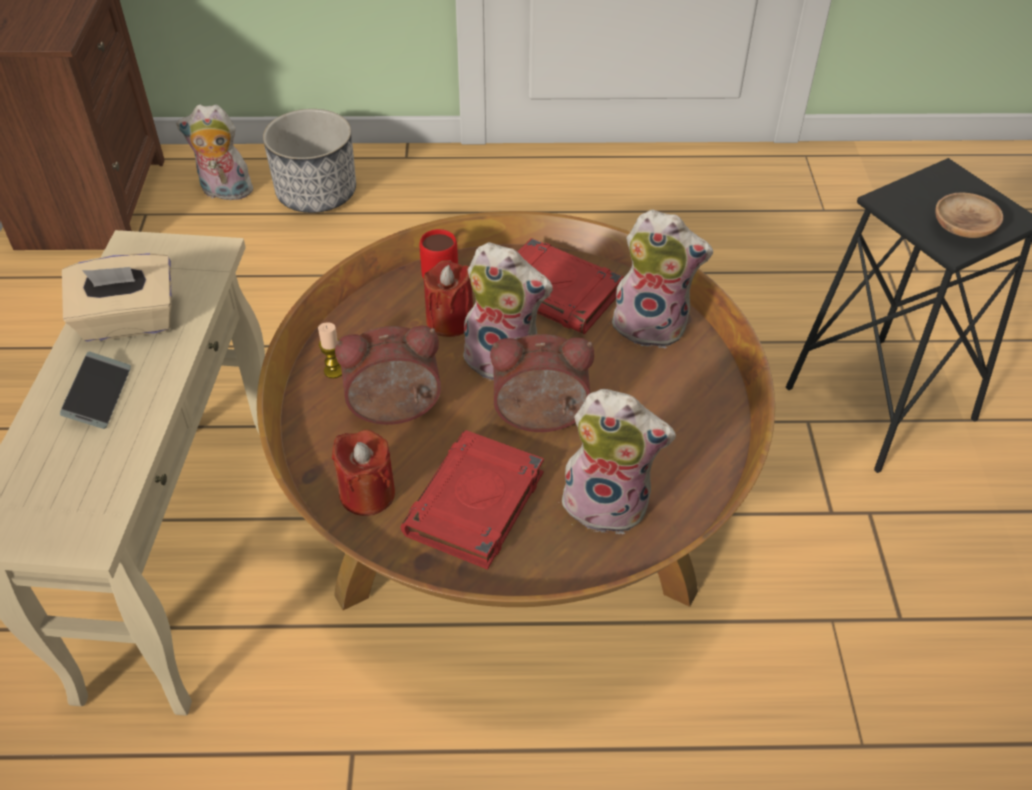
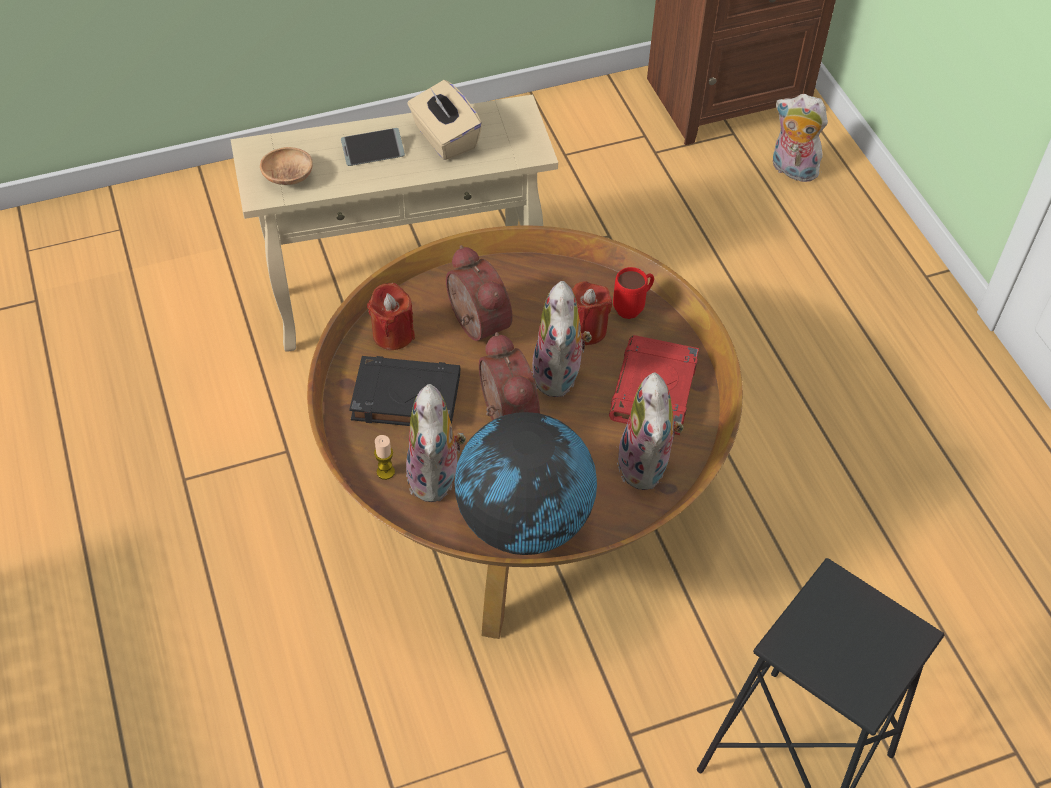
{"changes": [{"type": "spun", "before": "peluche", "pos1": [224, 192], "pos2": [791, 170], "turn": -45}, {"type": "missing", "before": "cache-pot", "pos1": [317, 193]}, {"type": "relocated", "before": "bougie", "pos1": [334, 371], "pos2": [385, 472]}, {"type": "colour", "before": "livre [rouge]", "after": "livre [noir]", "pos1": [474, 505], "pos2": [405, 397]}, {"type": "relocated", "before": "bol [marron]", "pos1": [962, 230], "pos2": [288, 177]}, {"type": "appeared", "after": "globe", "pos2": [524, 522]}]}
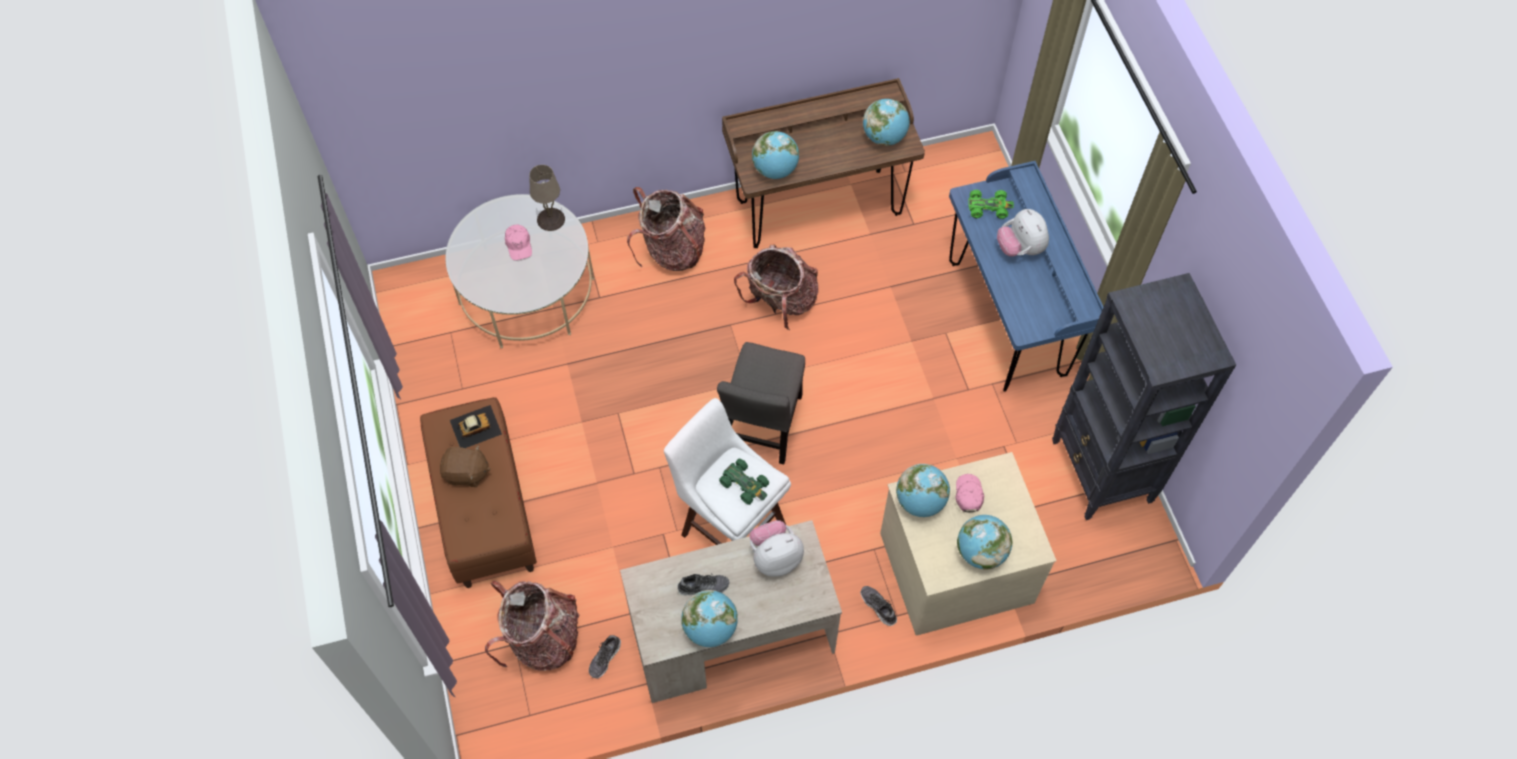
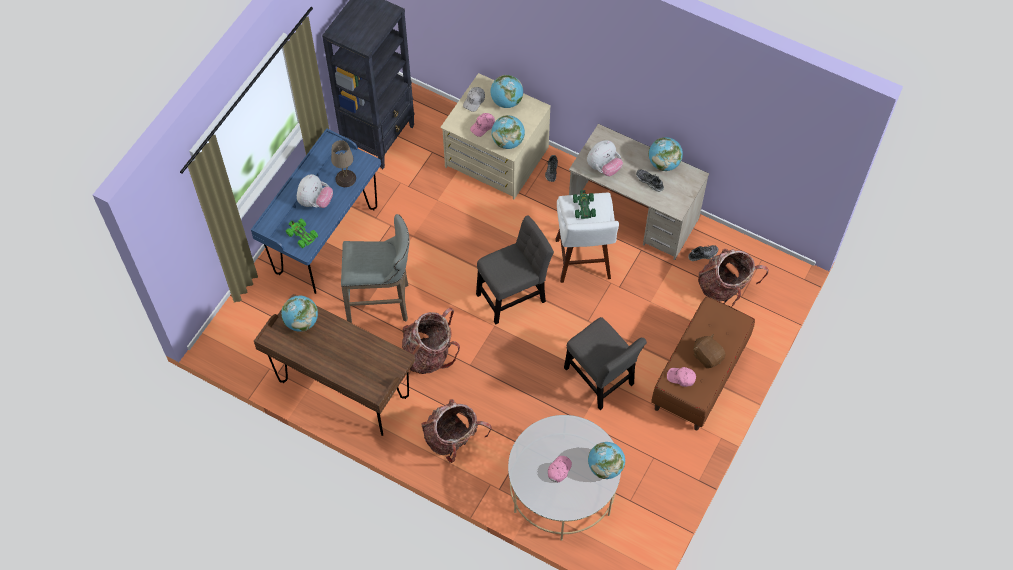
{"changes": [{"type": "exchanged", "before": "petite voiture", "after": "casquette [rose]", "pos1": [475, 427], "pos2": [681, 378]}, {"type": "relocated", "before": "lampe de table [beige]", "pos1": [551, 219], "pos2": [345, 178]}, {"type": "spun", "before": "peluche", "pos1": [775, 557], "pos2": [603, 167], "turn": -60}, {"type": "relocated", "before": "globe", "pos1": [775, 170], "pos2": [605, 467]}, {"type": "appeared", "after": "tabouret [gris]", "pos2": [382, 302]}, {"type": "appeared", "after": "casquette [blanc]", "pos2": [474, 101]}, {"type": "appeared", "after": "chaise [gris]", "pos2": [600, 379]}]}
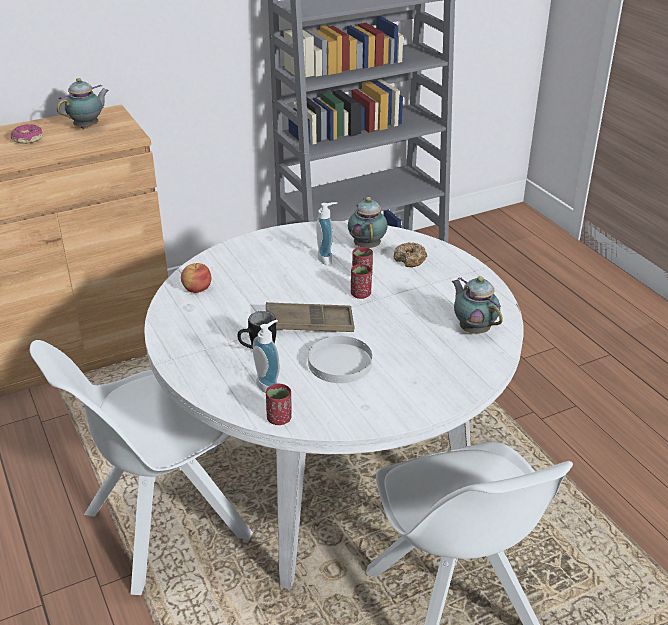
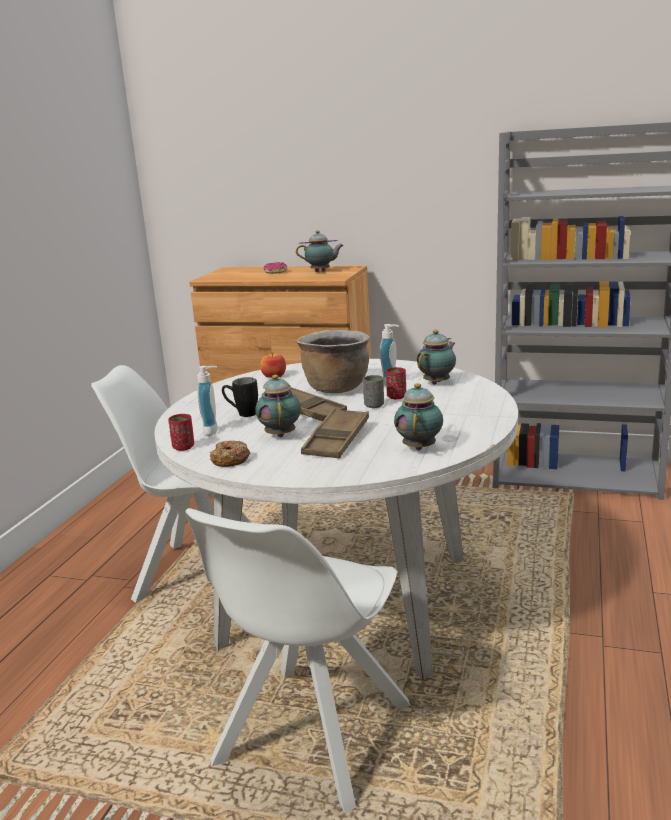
{"changes": [{"type": "exchanged", "before": "assiette [blanc]", "after": "théière", "pos1": [340, 363], "pos2": [280, 434]}, {"type": "colour", "before": "tasse [rouge]", "after": "tasse [gris]", "pos1": [360, 294], "pos2": [374, 405]}, {"type": "relocated", "before": "beignet", "pos1": [410, 259], "pos2": [230, 460]}, {"type": "appeared", "after": "marmite [marron]", "pos2": [336, 388]}, {"type": "appeared", "after": "plateau [marron]", "pos2": [336, 440]}]}
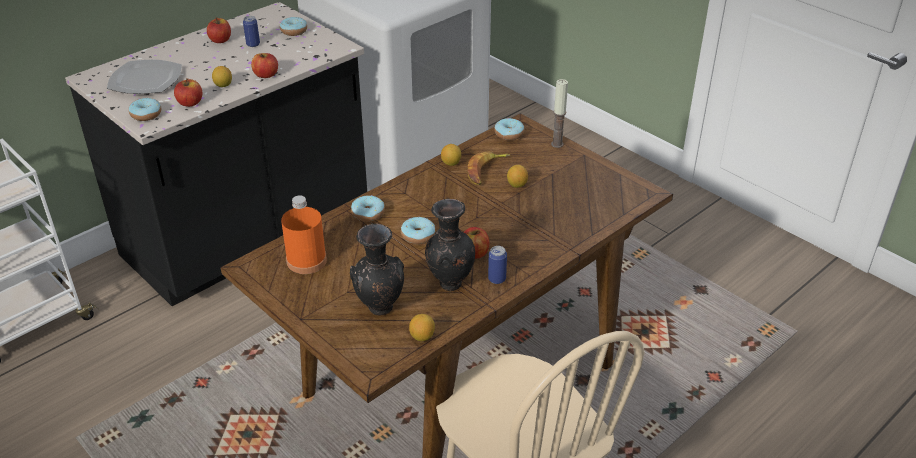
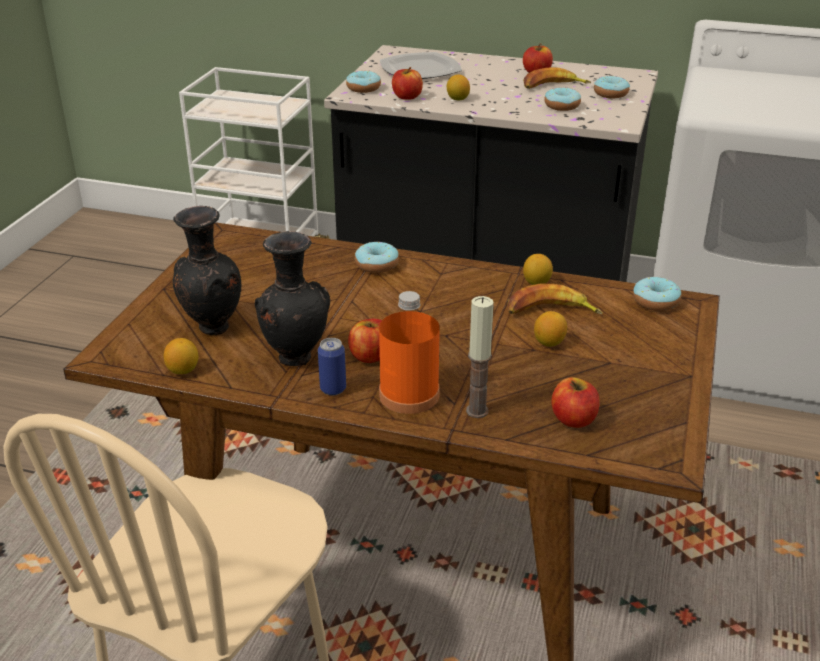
{"changes": [{"type": "exchanged", "before": "boîte métallique", "after": "banane", "pos1": [253, 44], "pos2": [553, 86]}, {"type": "relocated", "before": "pomme", "pos1": [266, 75], "pos2": [573, 419]}, {"type": "relocated", "before": "bouteille [orange]", "pos1": [306, 261], "pos2": [409, 395]}, {"type": "relocated", "before": "beignet", "pos1": [418, 236], "pos2": [562, 106]}, {"type": "relocated", "before": "bougie", "pos1": [557, 144], "pos2": [477, 411]}]}
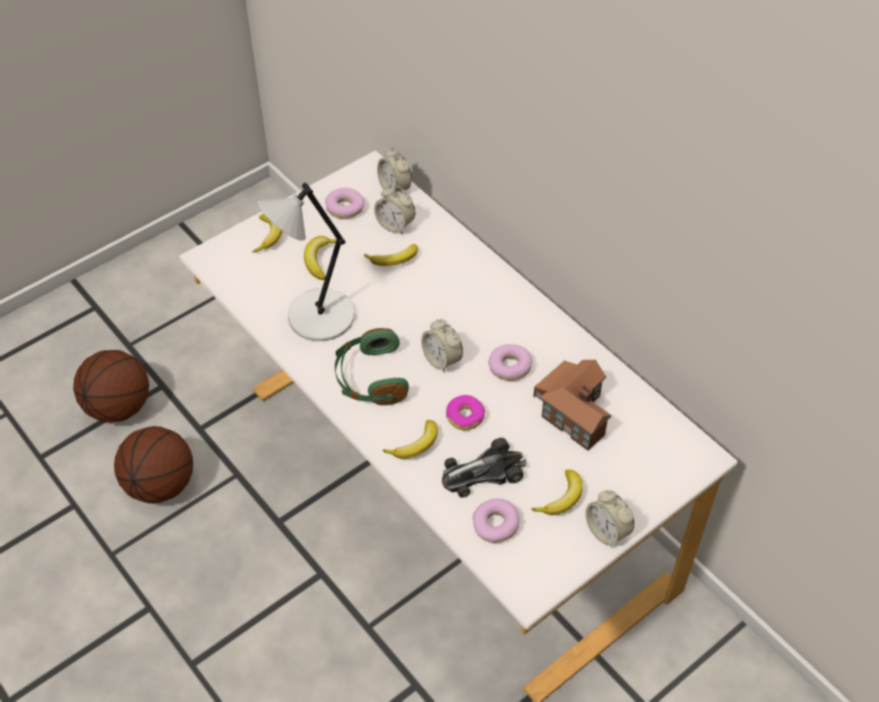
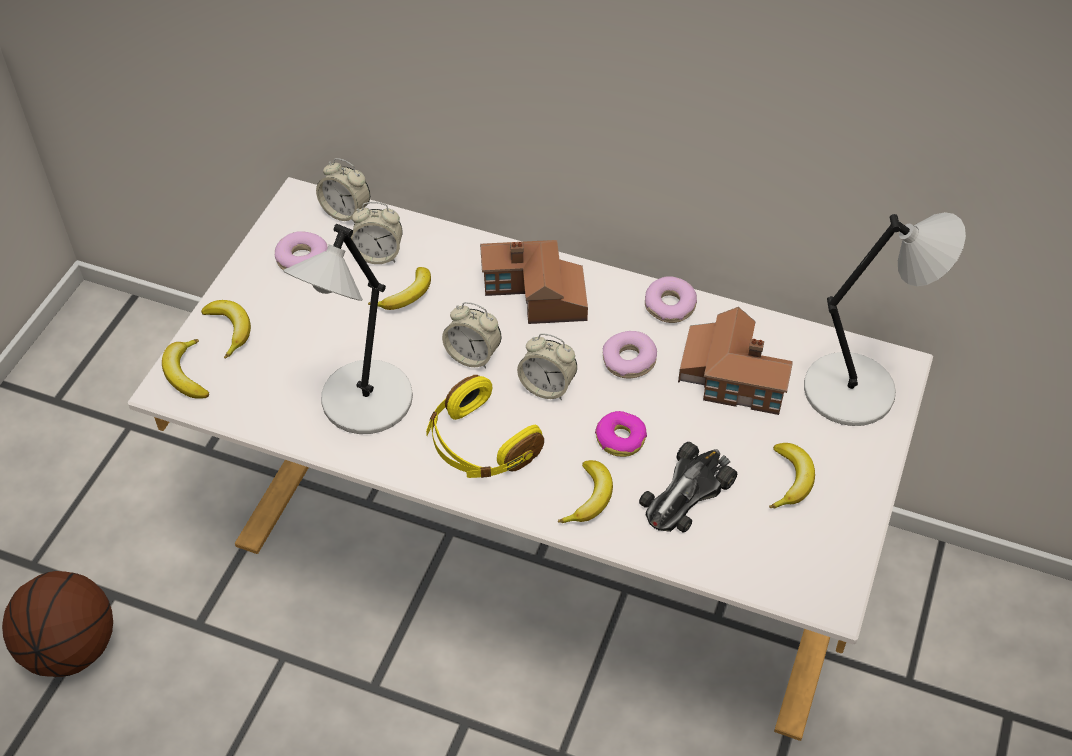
{"changes": [{"type": "missing", "before": "ballon de basket", "pos1": [160, 484]}, {"type": "relocated", "before": "banane", "pos1": [319, 260], "pos2": [186, 374]}, {"type": "colour", "before": "casque audio [vert]", "after": "casque audio [jaune]", "pos1": [370, 378], "pos2": [480, 445]}, {"type": "relocated", "before": "beignet", "pos1": [495, 525], "pos2": [669, 306]}, {"type": "relocated", "before": "réveil", "pos1": [607, 531], "pos2": [473, 355]}, {"type": "appeared", "after": "maison miniature", "pos2": [535, 295]}, {"type": "appeared", "after": "lampe de table [gris]", "pos2": [855, 390]}]}
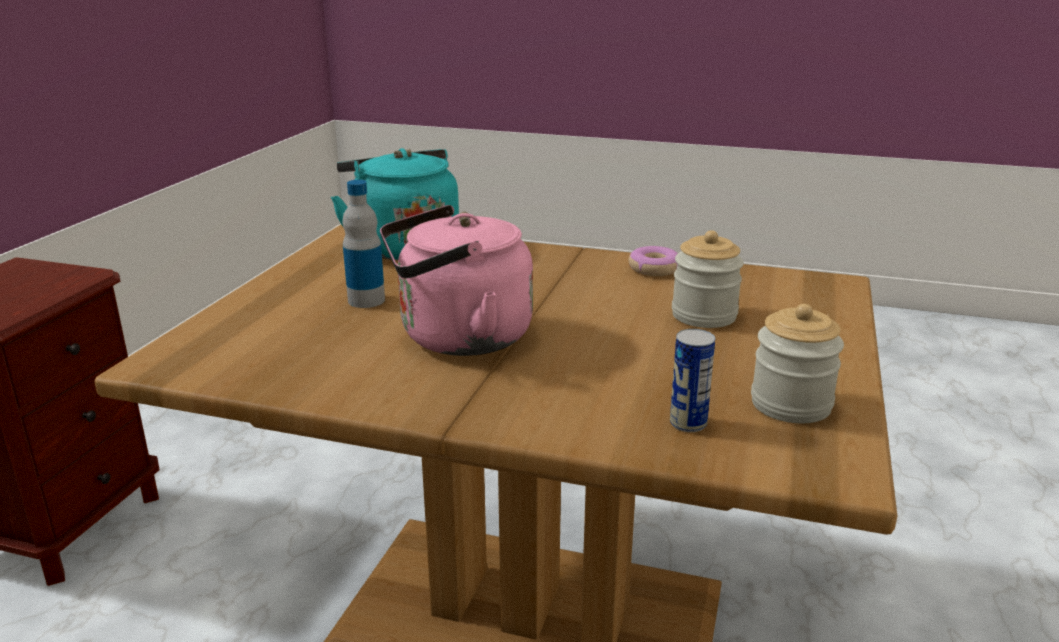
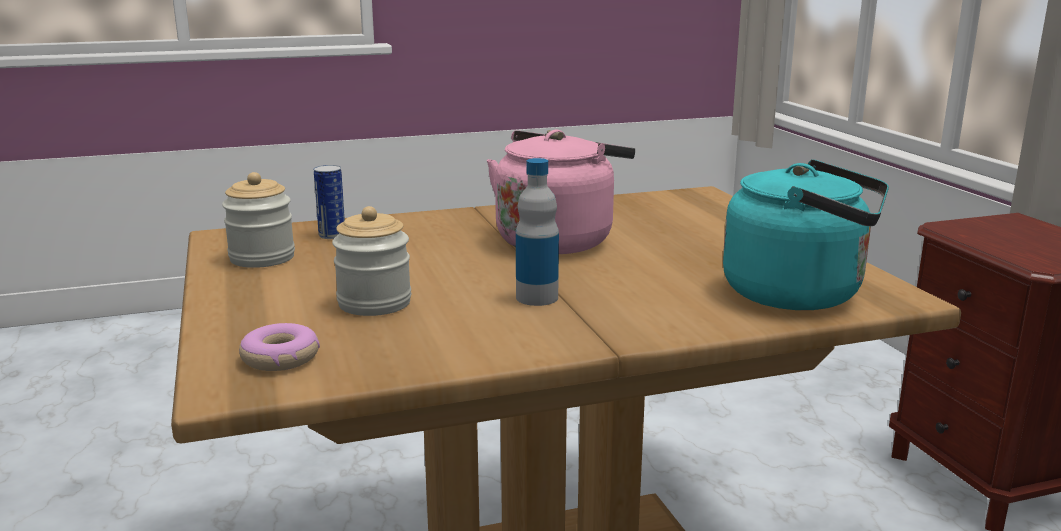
{"changes": [{"type": "relocated", "before": "bouteille", "pos1": [366, 300], "pos2": [537, 297]}, {"type": "relocated", "before": "beignet", "pos1": [654, 269], "pos2": [280, 358]}]}
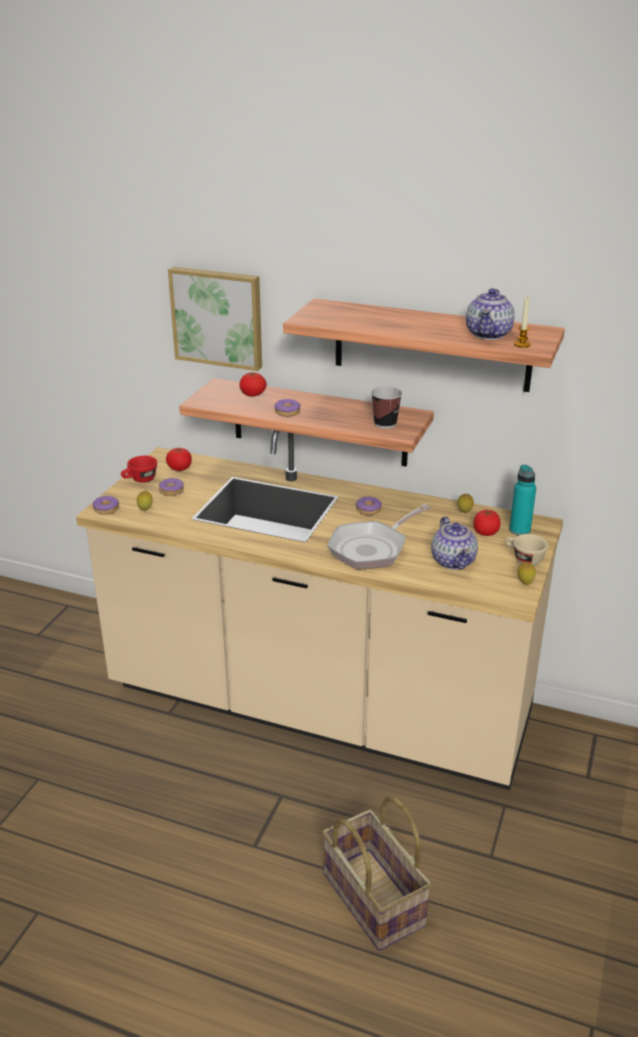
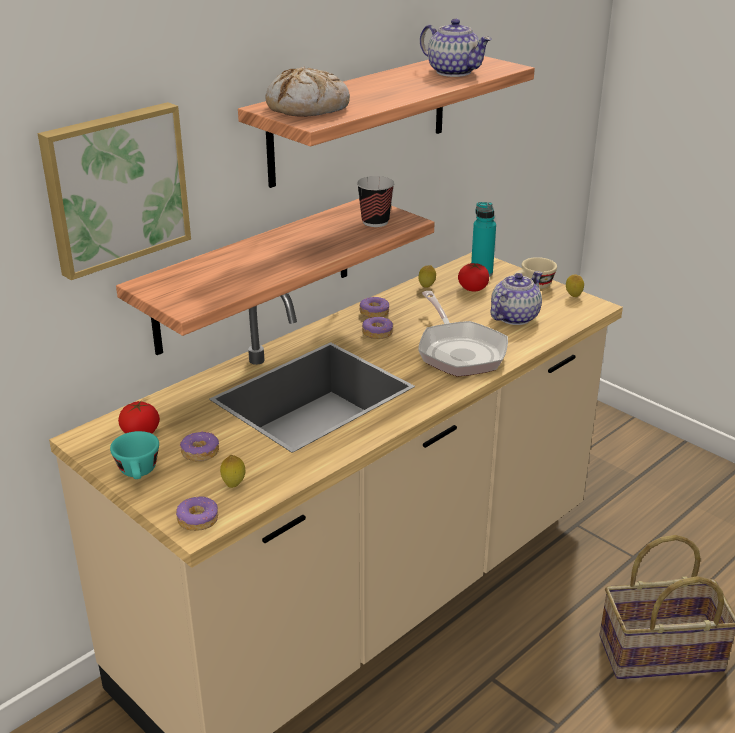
{"changes": [{"type": "colour", "before": "tasse [rouge]", "after": "tasse [turquoise]", "pos1": [140, 480], "pos2": [139, 473]}, {"type": "missing", "before": "tomate", "pos1": [253, 394]}, {"type": "relocated", "before": "beignet", "pos1": [287, 412], "pos2": [374, 312]}, {"type": "spun", "before": "théière", "pos1": [453, 561], "pos2": [514, 317], "turn": -60}, {"type": "missing", "before": "bougie", "pos1": [521, 344]}, {"type": "appeared", "after": "pain", "pos2": [308, 108]}]}
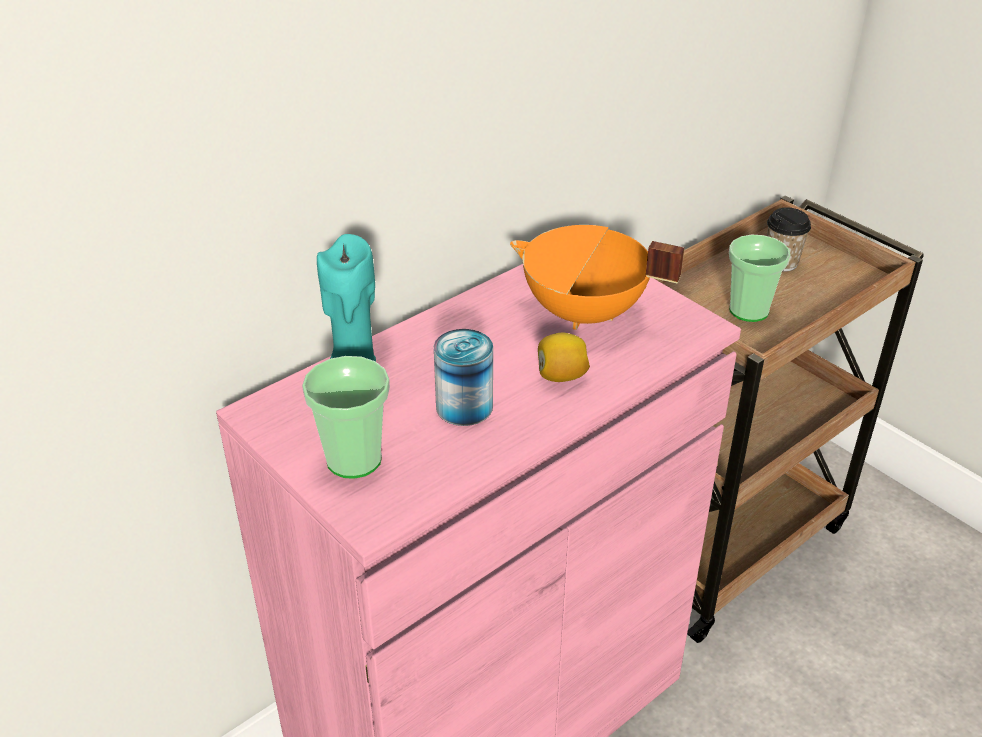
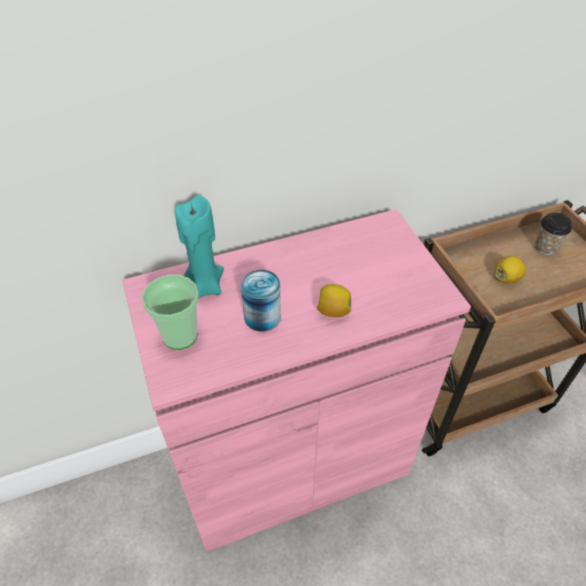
{"changes": [{"type": "missing", "before": "marmite [orange]", "pos1": [584, 314]}, {"type": "exchanged", "before": "tasse", "after": "citron", "pos1": [749, 310], "pos2": [506, 278]}]}
